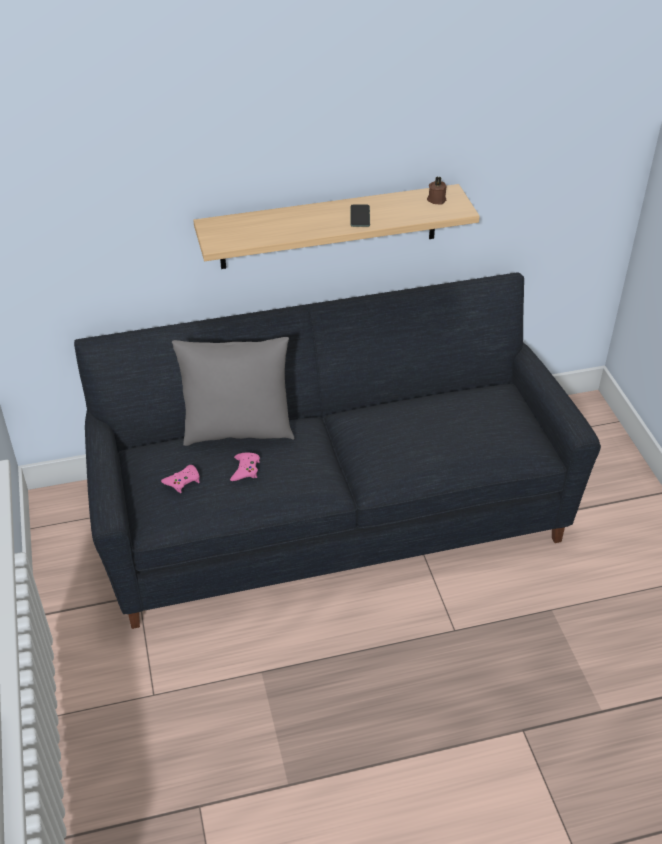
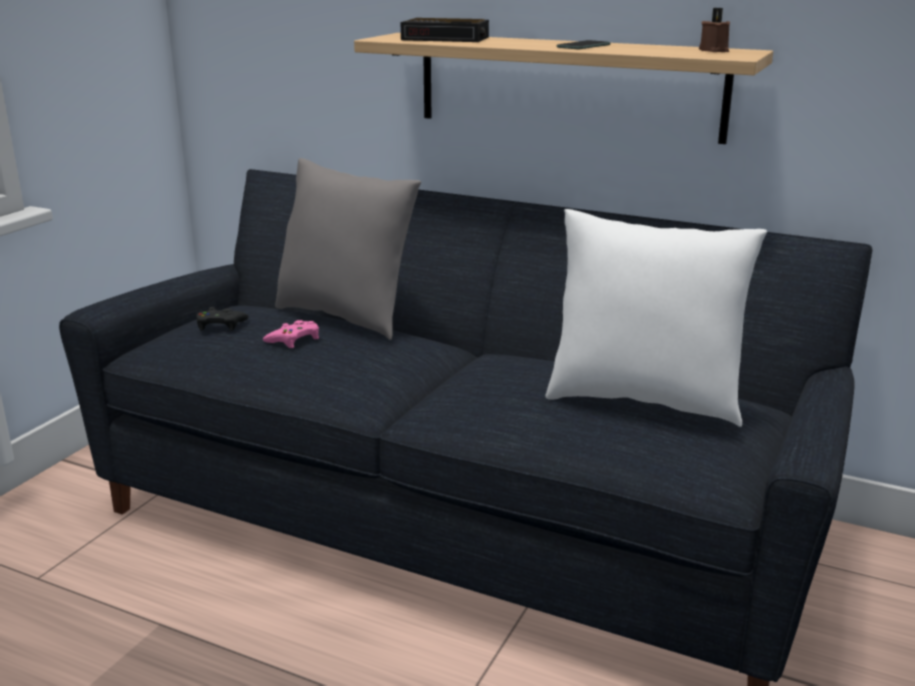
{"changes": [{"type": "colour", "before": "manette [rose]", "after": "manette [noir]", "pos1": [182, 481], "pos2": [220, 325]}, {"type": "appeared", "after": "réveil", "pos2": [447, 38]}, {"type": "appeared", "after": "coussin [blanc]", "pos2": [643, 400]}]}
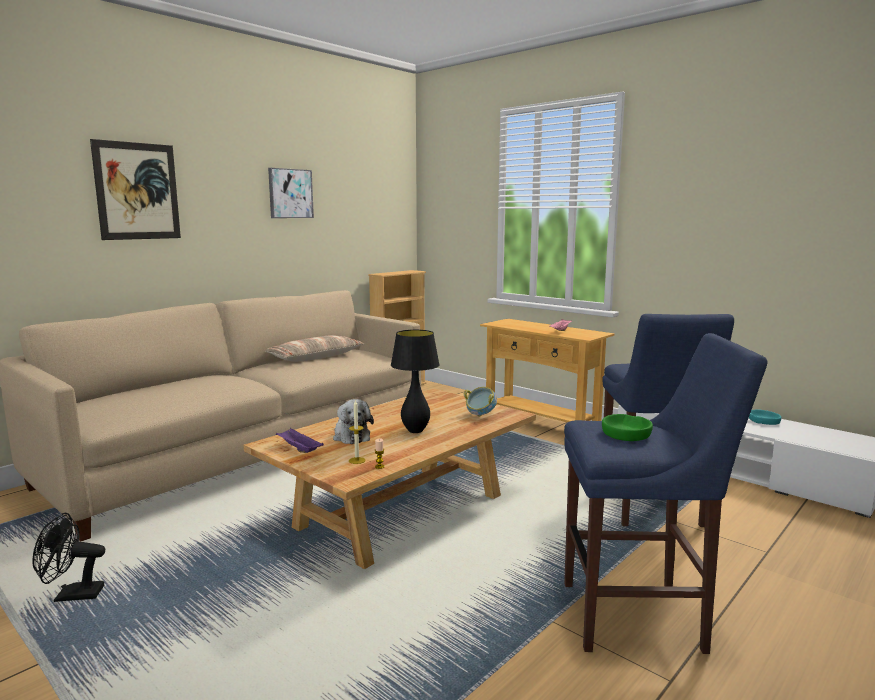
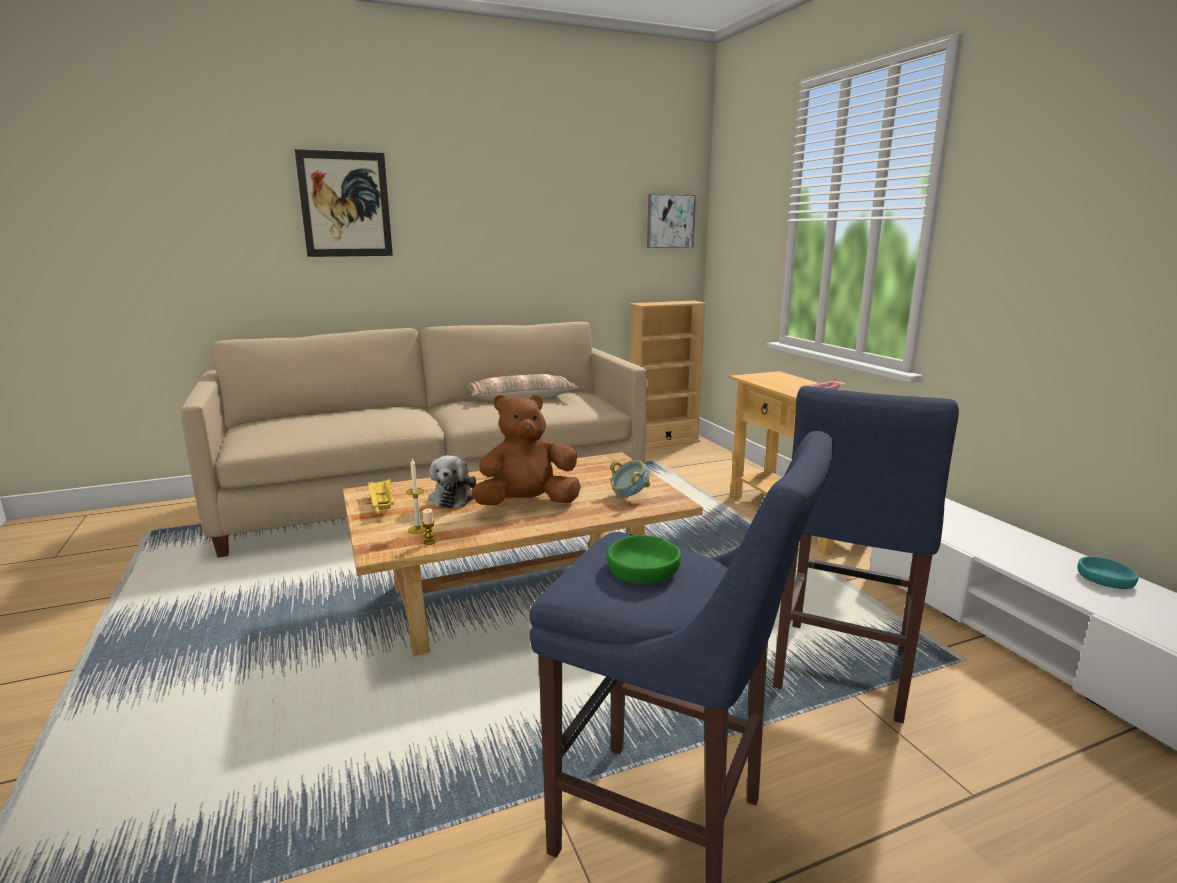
{"changes": [{"type": "missing", "before": "ventilateur [noir]", "pos1": [72, 595]}, {"type": "relocated", "before": "tableau", "pos1": [290, 193], "pos2": [670, 221]}, {"type": "colour", "before": "plateau [violet]", "after": "plateau [jaune]", "pos1": [298, 449], "pos2": [382, 504]}, {"type": "exchanged", "before": "lampe de table [noir]", "after": "peluche [marron]", "pos1": [415, 431], "pos2": [527, 504]}]}
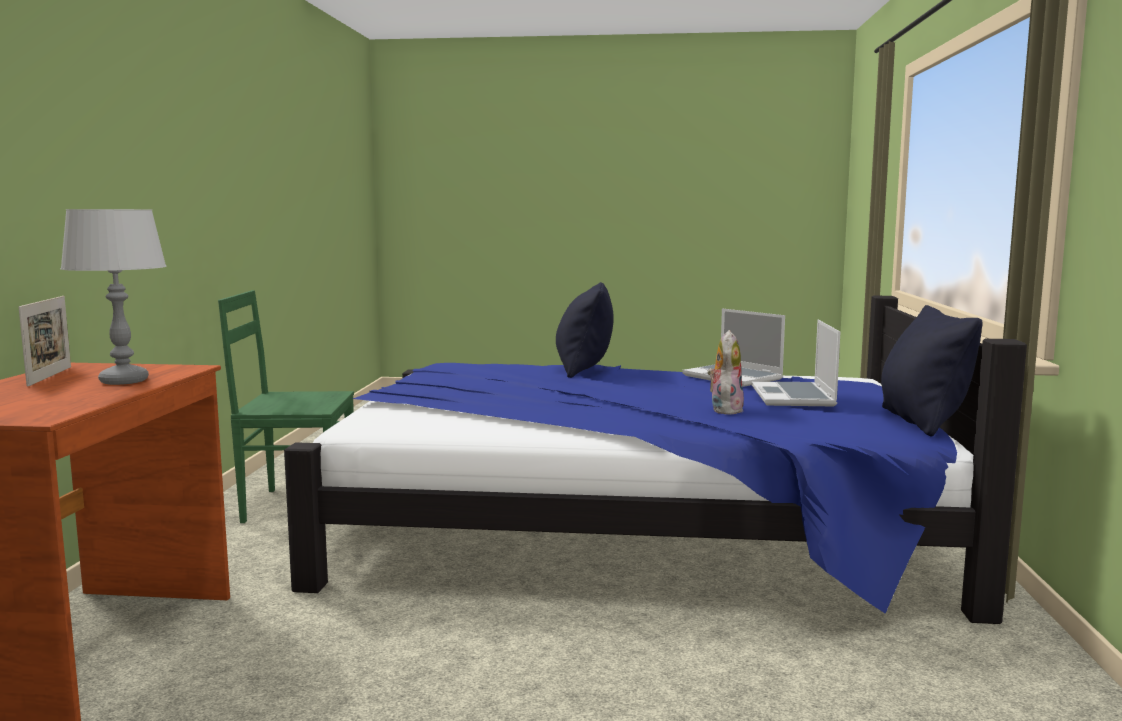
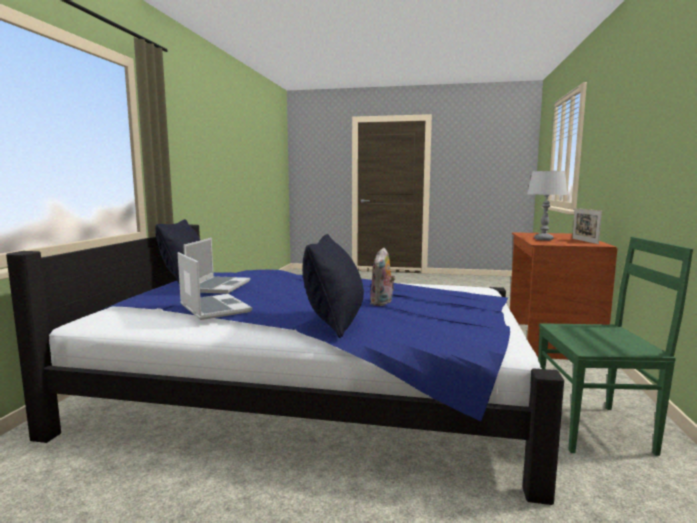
{"changes": [{"type": "relocated", "before": "peluche", "pos1": [724, 410], "pos2": [382, 303]}]}
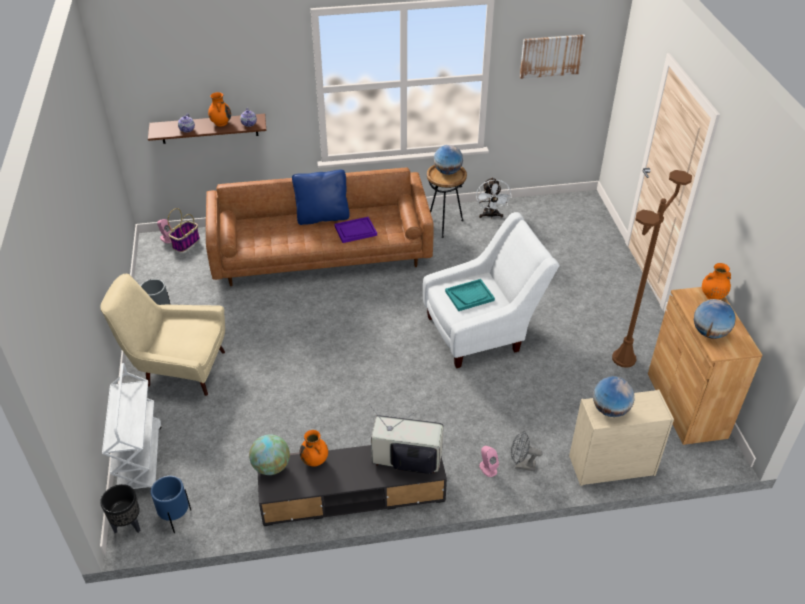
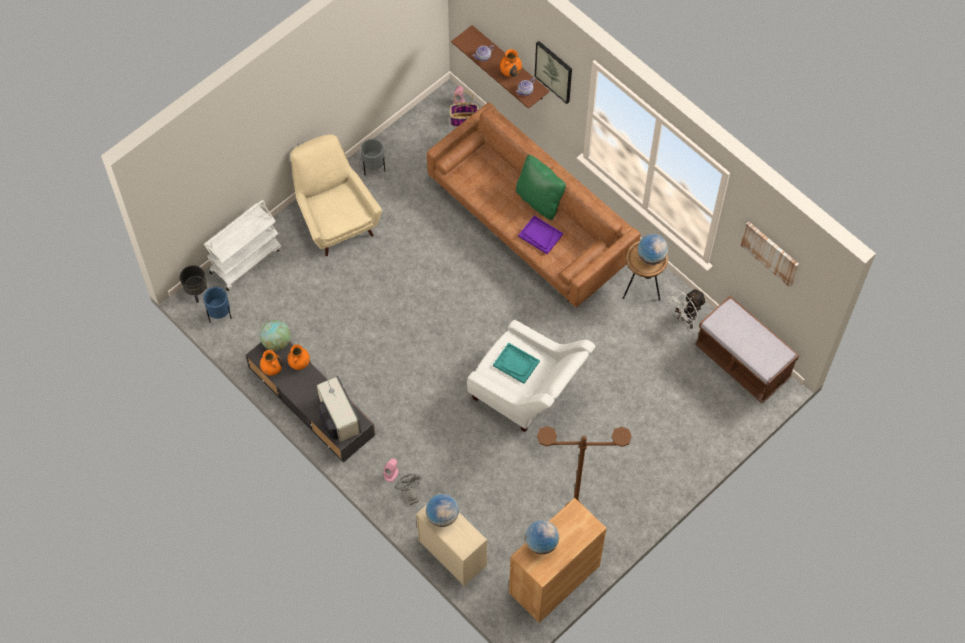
{"changes": [{"type": "colour", "before": "coussin [bleu]", "after": "coussin [vert]", "pos1": [322, 217], "pos2": [539, 200]}, {"type": "relocated", "before": "vase [orange]", "pos1": [712, 296], "pos2": [272, 369]}, {"type": "appeared", "after": "tableau", "pos2": [554, 71]}, {"type": "appeared", "after": "banc [marron]", "pos2": [742, 362]}]}
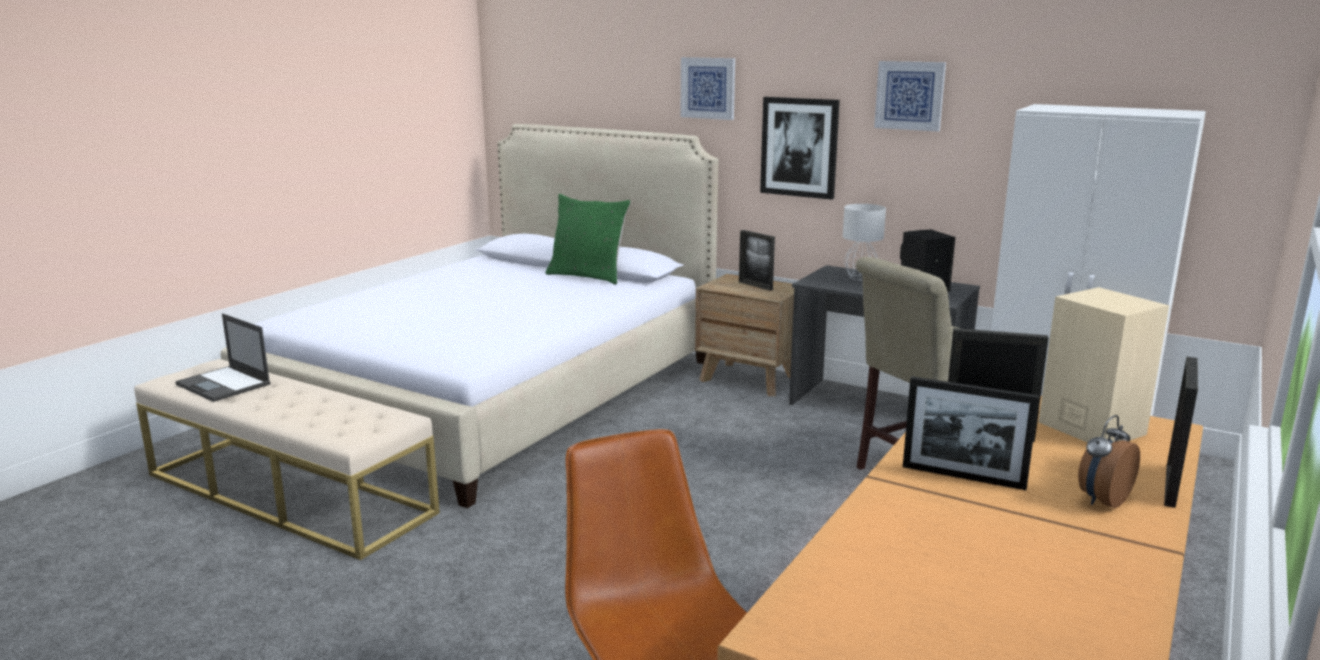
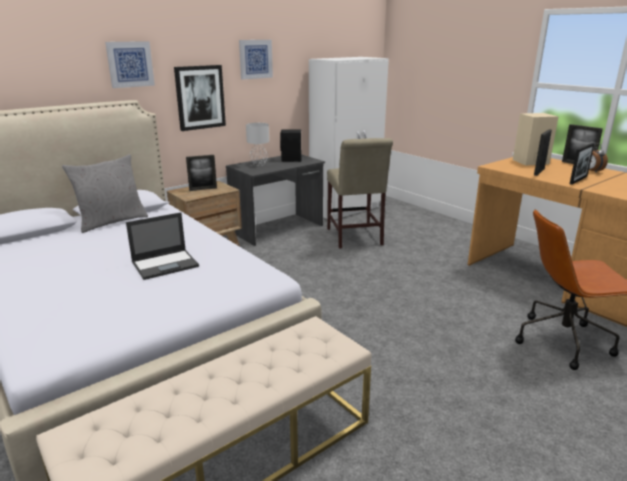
{"changes": [{"type": "relocated", "before": "ordinateur portable", "pos1": [224, 384], "pos2": [166, 264]}, {"type": "colour", "before": "coussin [vert]", "after": "coussin [gris]", "pos1": [588, 276], "pos2": [112, 222]}]}
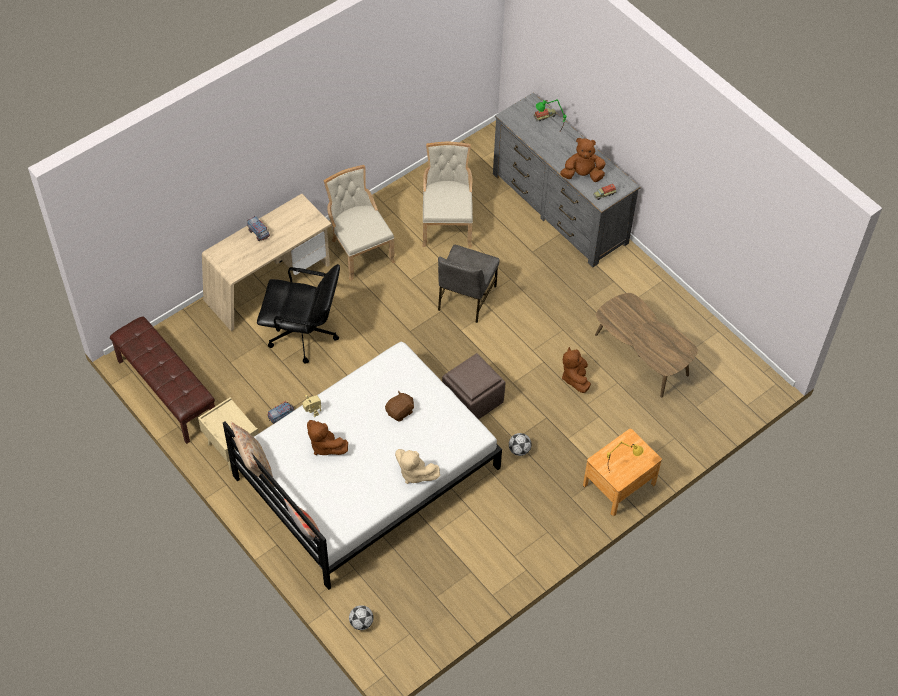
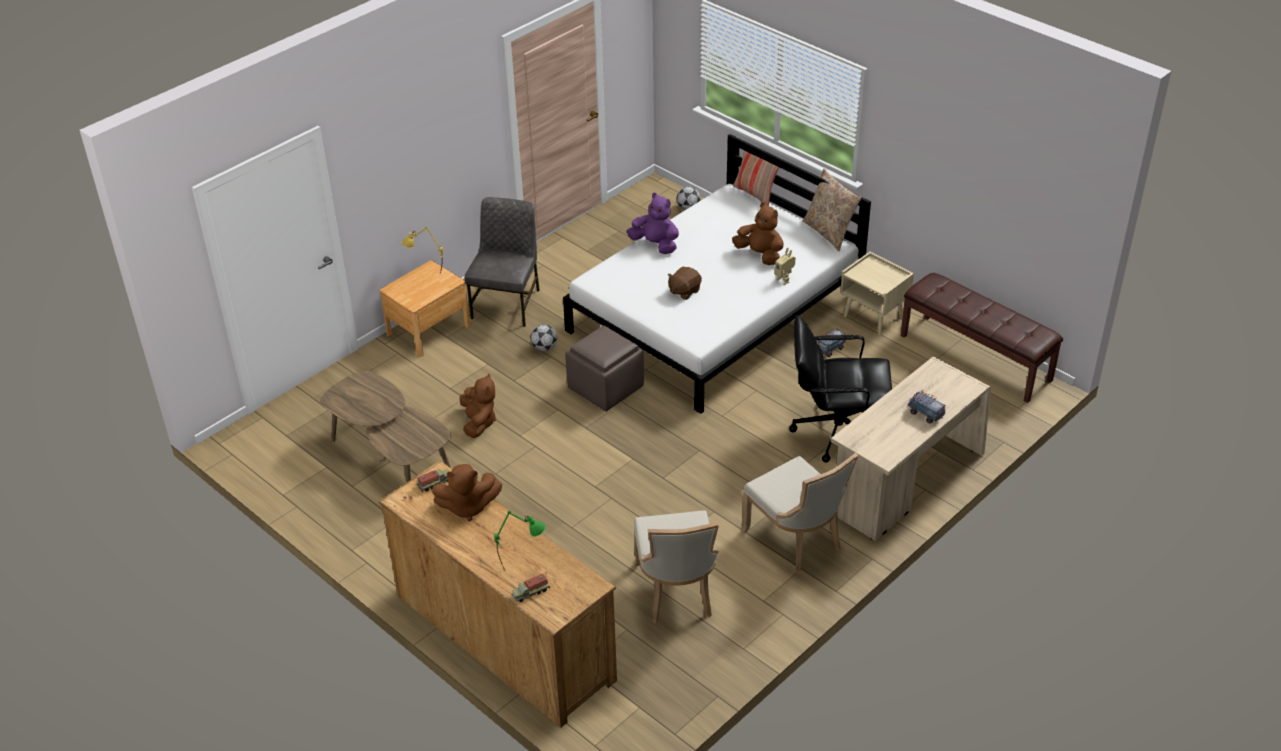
{"changes": [{"type": "colour", "before": "peluche [beige]", "after": "peluche [violet]", "pos1": [414, 473], "pos2": [655, 245]}, {"type": "relocated", "before": "chaise [gris]", "pos1": [465, 298], "pos2": [507, 303]}, {"type": "colour", "before": "commode [gris]", "after": "commode [marron]", "pos1": [559, 208], "pos2": [504, 637]}]}
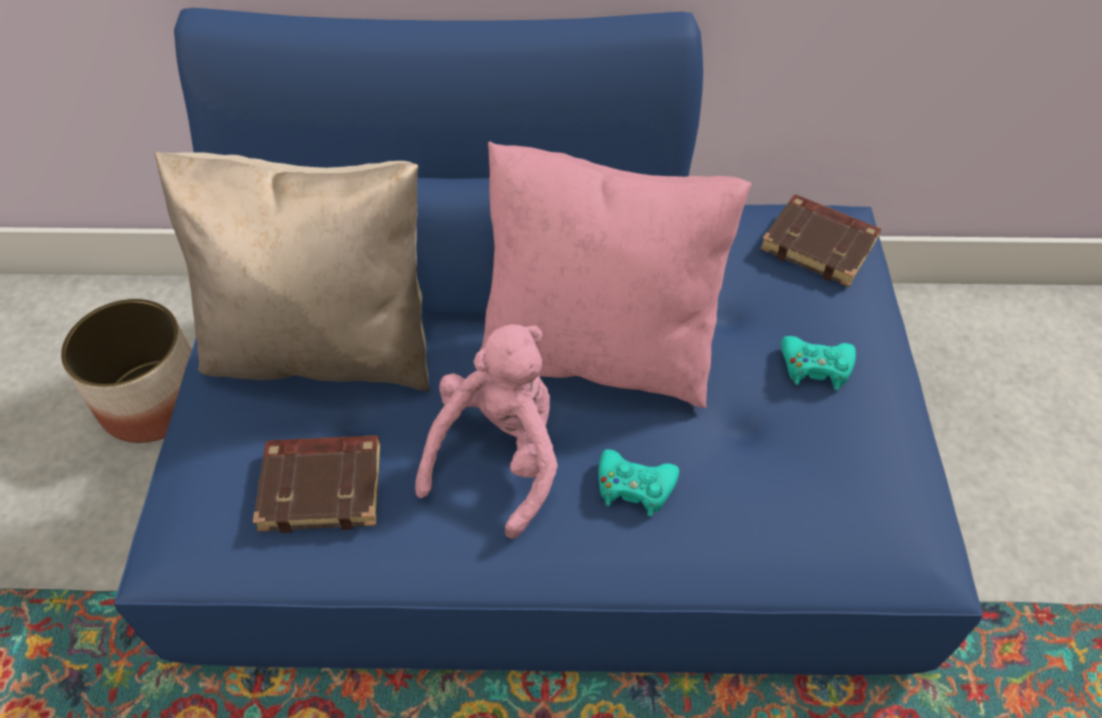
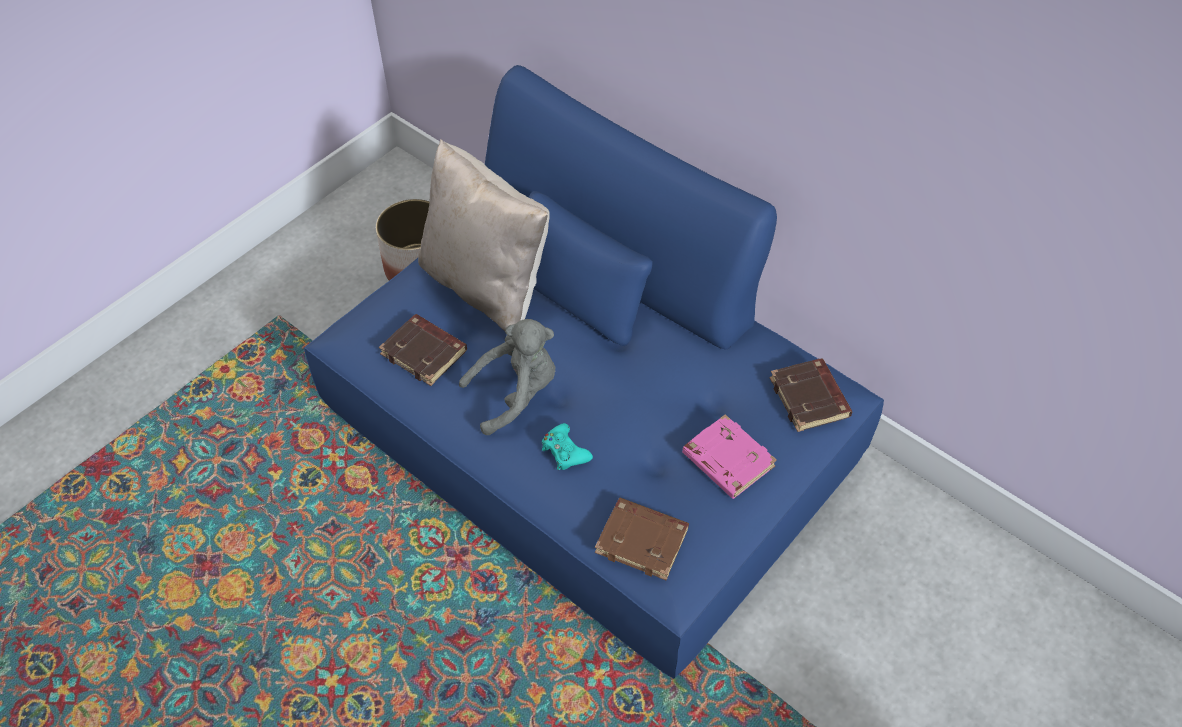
{"changes": [{"type": "colour", "before": "peluche [rose]", "after": "peluche [gris]", "pos1": [499, 456], "pos2": [516, 394]}, {"type": "missing", "before": "coussin [rose]", "pos1": [598, 350]}, {"type": "exchanged", "before": "manette [turquoise]", "after": "livre [rose]", "pos1": [815, 367], "pos2": [726, 460]}, {"type": "appeared", "after": "livre [marron]", "pos2": [643, 541]}]}
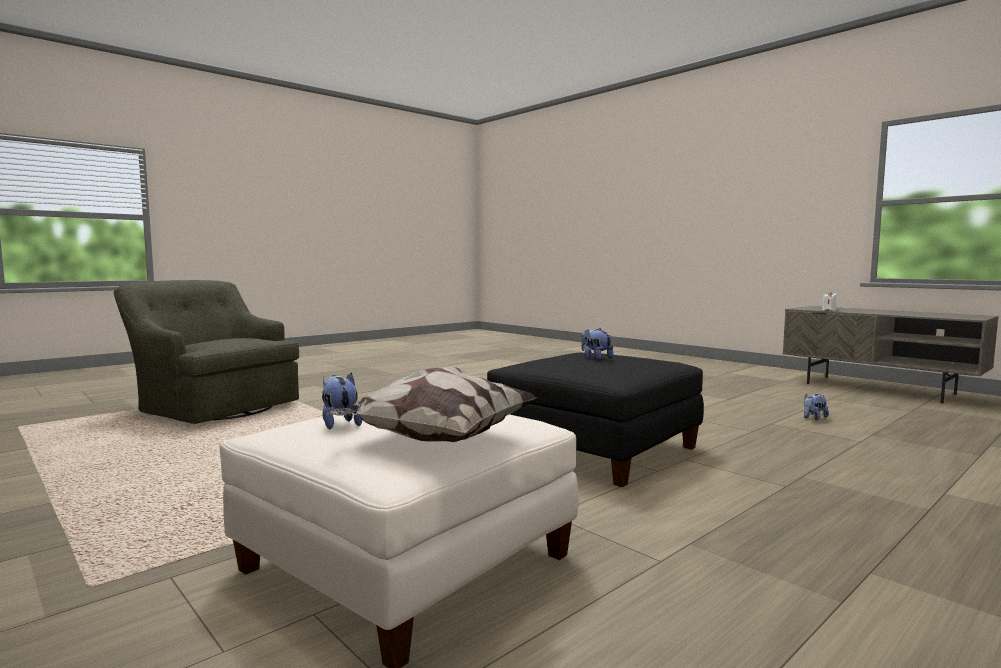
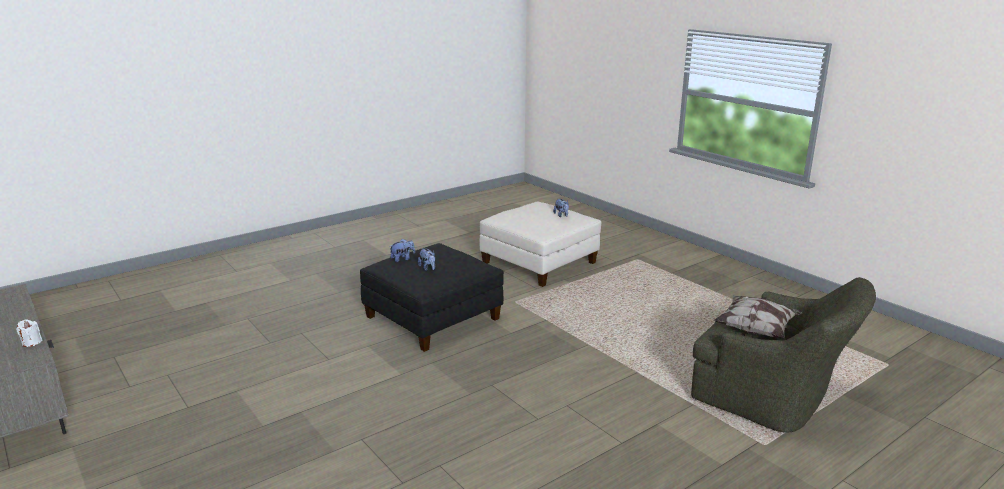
{"changes": [{"type": "relocated", "before": "coussin", "pos1": [436, 440], "pos2": [756, 330]}, {"type": "relocated", "before": "peluche", "pos1": [813, 418], "pos2": [402, 259]}]}
